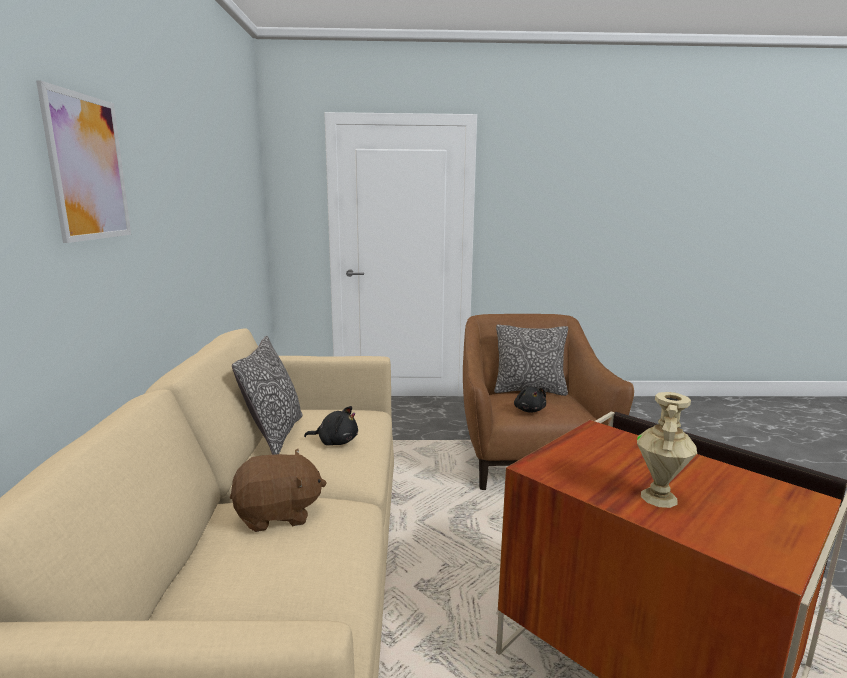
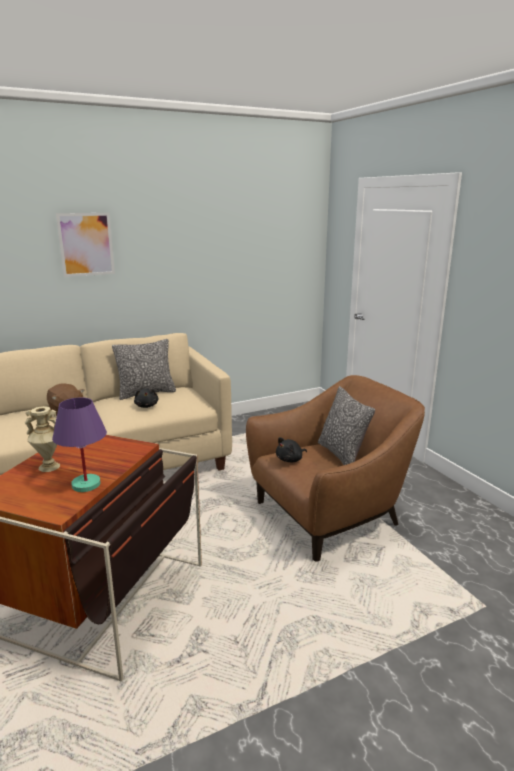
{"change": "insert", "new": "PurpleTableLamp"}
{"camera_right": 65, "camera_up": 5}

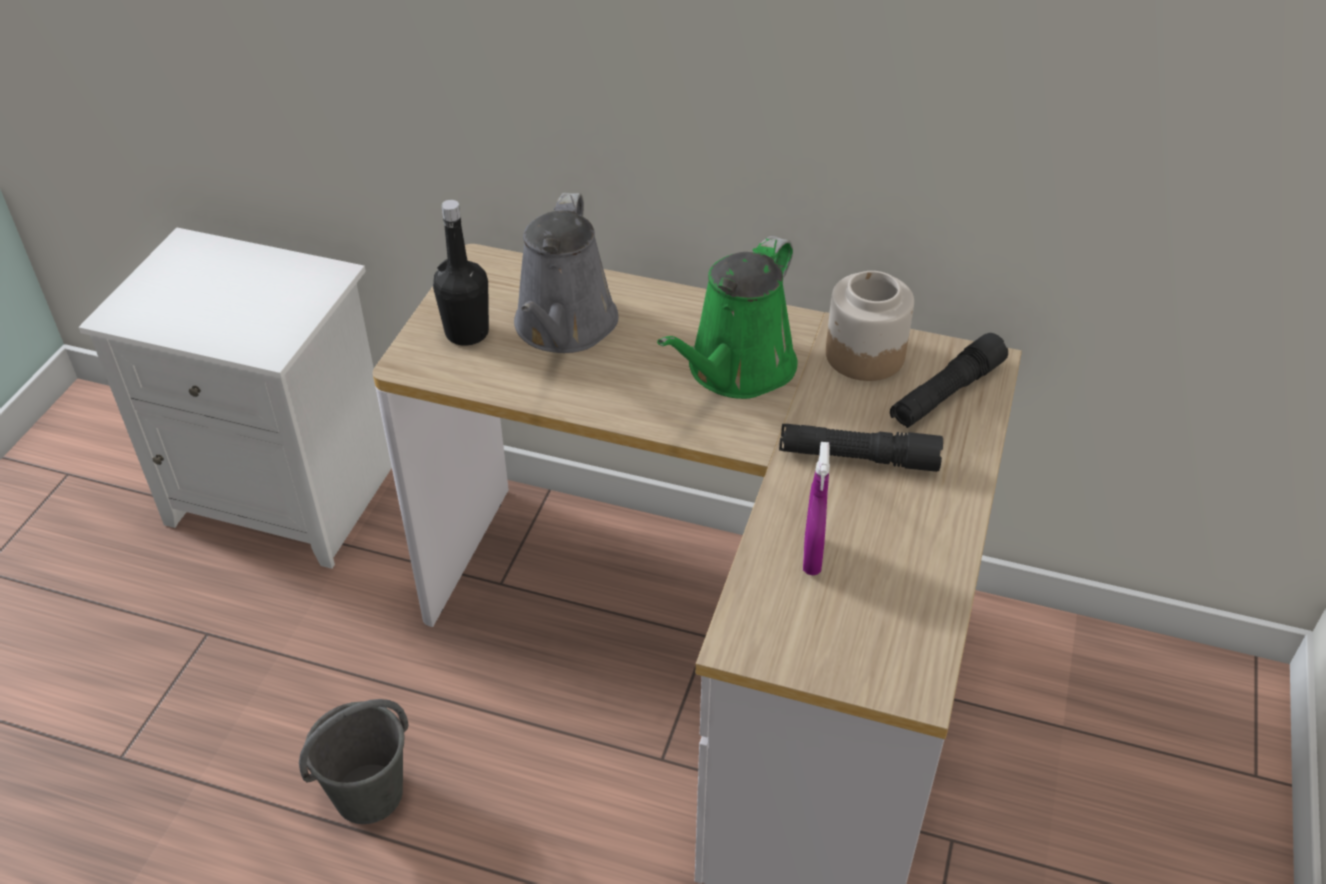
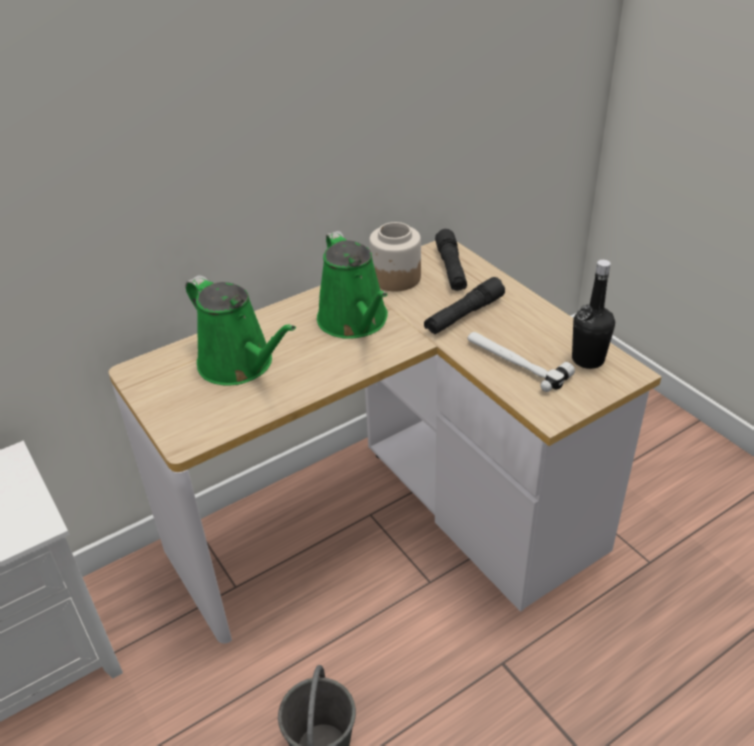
{"change": "move", "old": "BlackBottle"}
{"change": "recolor", "old": "GreyWateringCan", "new": "GreenWateringCan (1st from left)"}
{"change": "replace", "old": "PurpleSprayBottle", "new": "Hammer"}
{"camera_right": -50, "camera_up": -5}

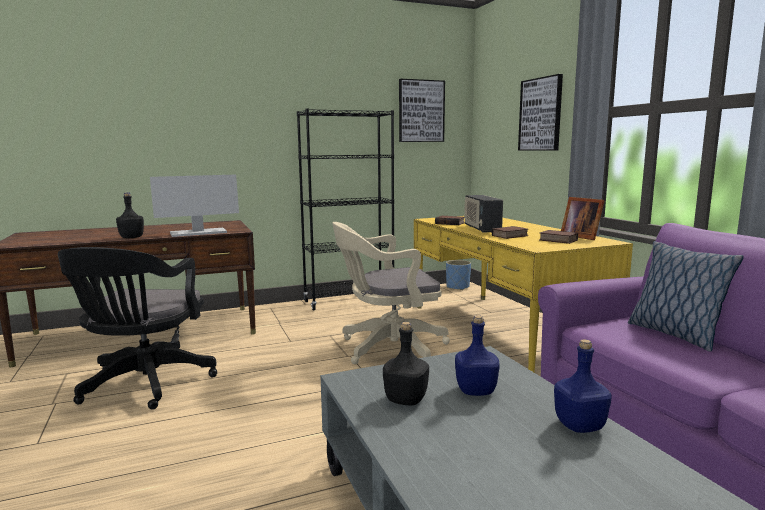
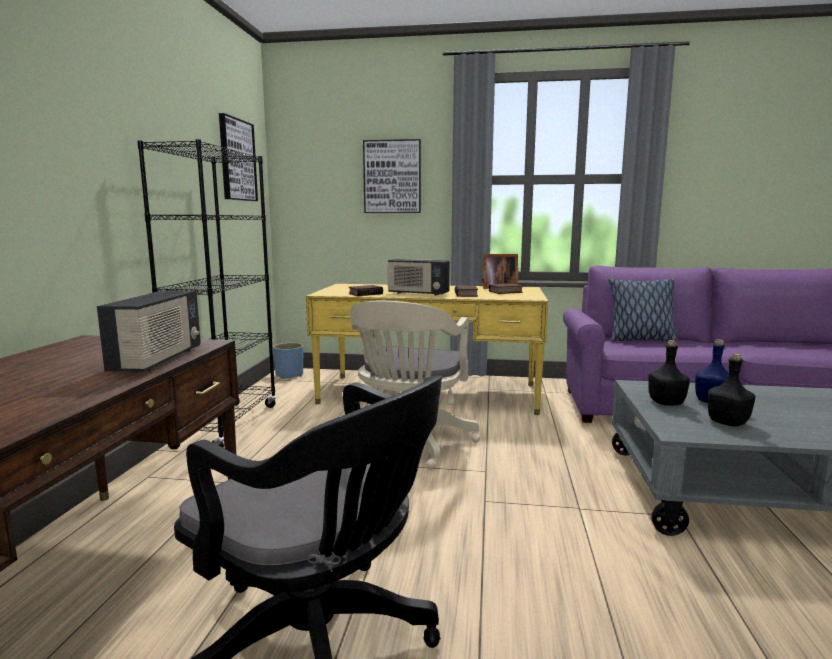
{"change": "move", "old": "BlackBottle (1st from left)"}
{"change": "replace", "old": "Monitor", "new": "Radio (1st from left)"}
{"change": "delete", "old": "BlueBottle (2nd from left)"}
{"camera_right": -60, "camera_up": 0}

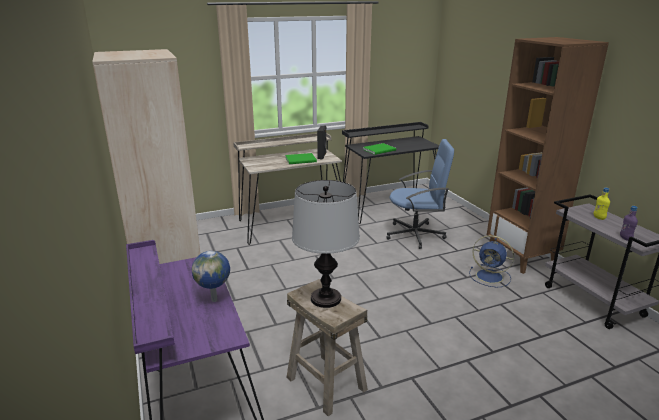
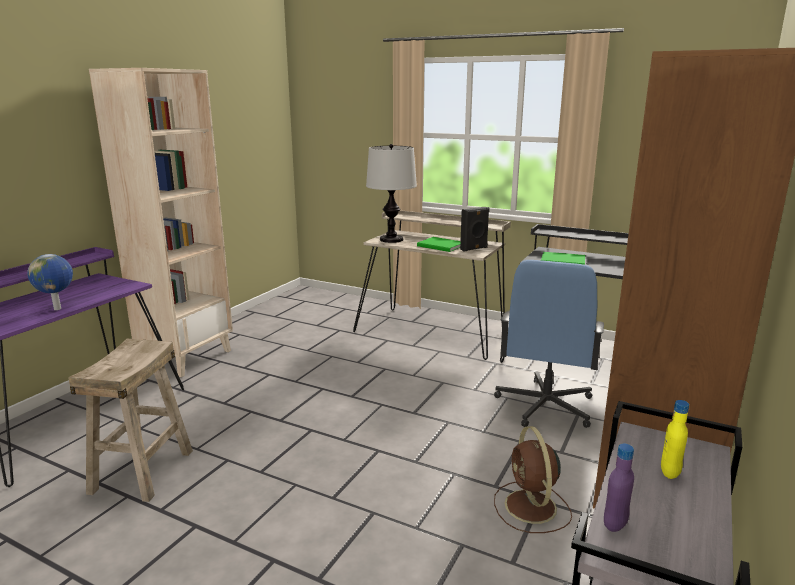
{"change": "move", "old": "TableLamp"}
{"change": "rotate", "old": "BlueOfficeChair", "degrees": 60}
{"change": "recolor", "old": "BlueFan", "new": "BrownFan"}
{"camera_right": 50, "camera_up": -5}

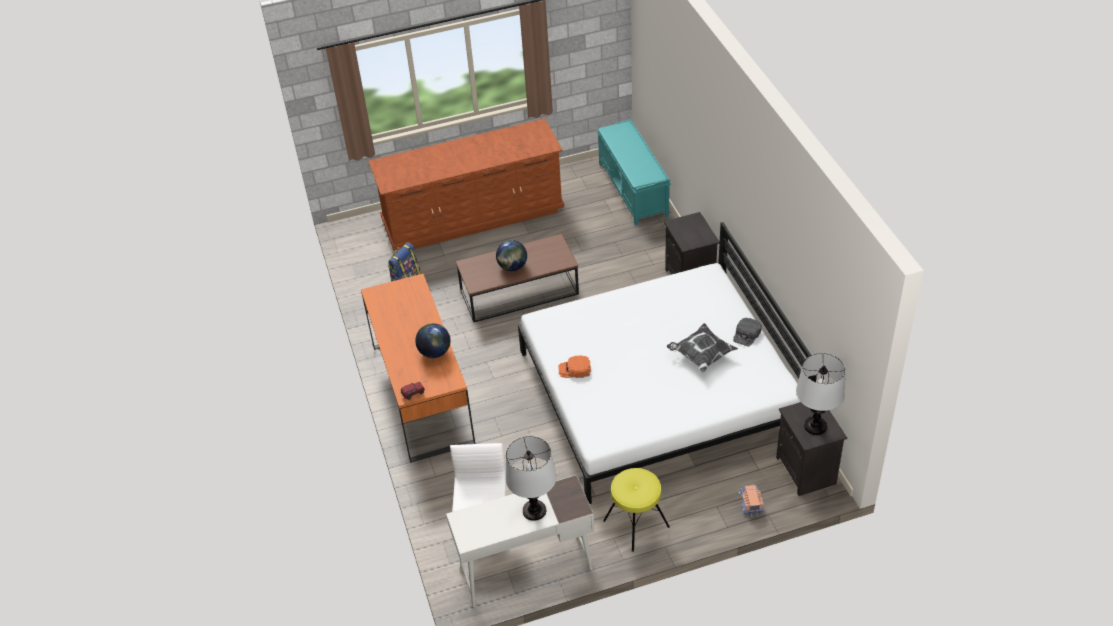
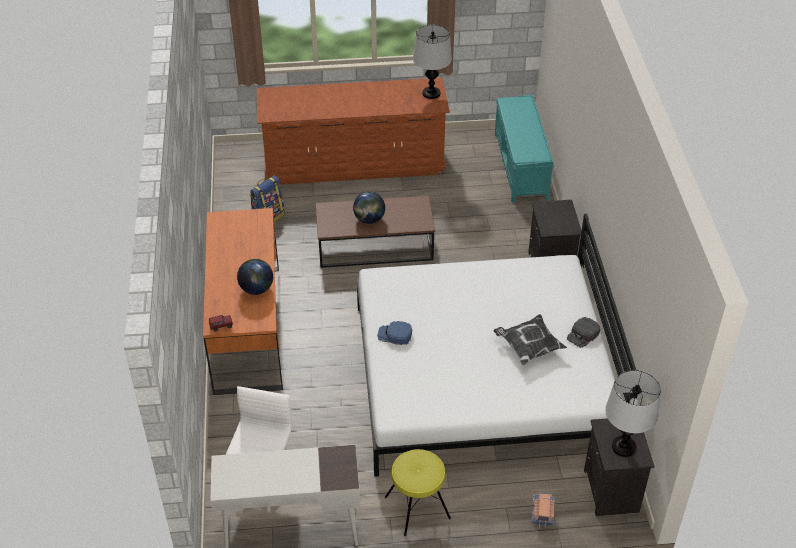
{"change": "move", "old": "TableLamp (1st from left)"}
{"change": "recolor", "old": "OrangeCap", "new": "BlueCap"}
{"camera_right": 10, "camera_up": 0}

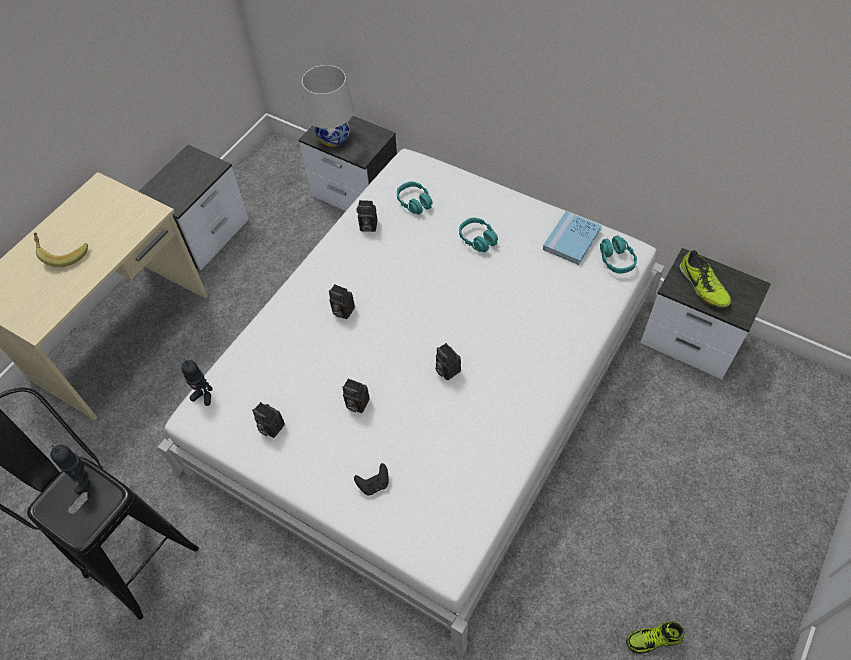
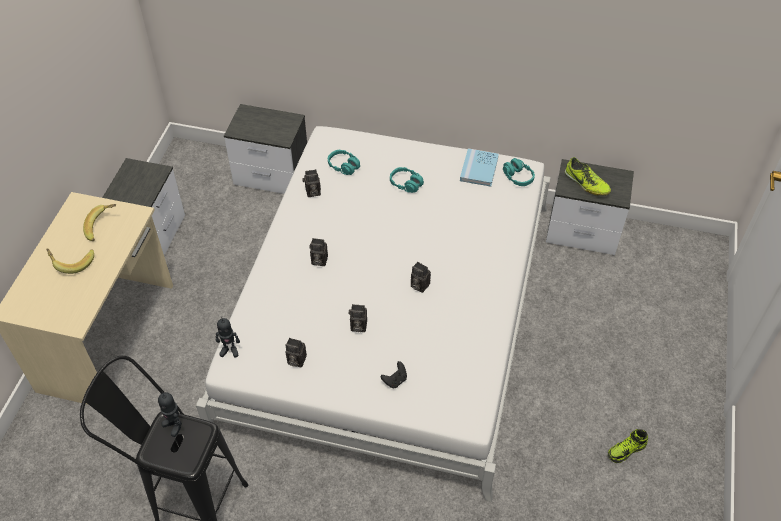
{"change": "delete", "old": "WhiteTableLamp"}
{"change": "insert", "new": "Banana (2nd from left)"}
{"camera_right": -20, "camera_up": -5}

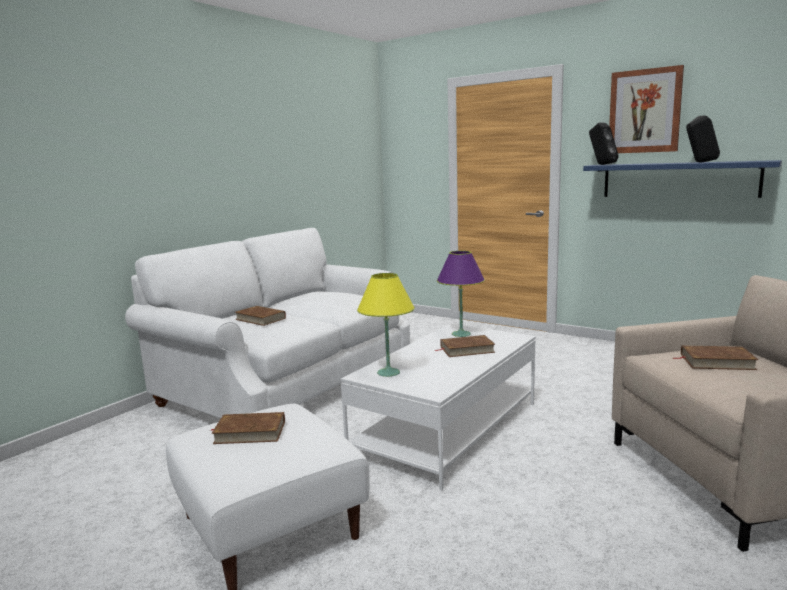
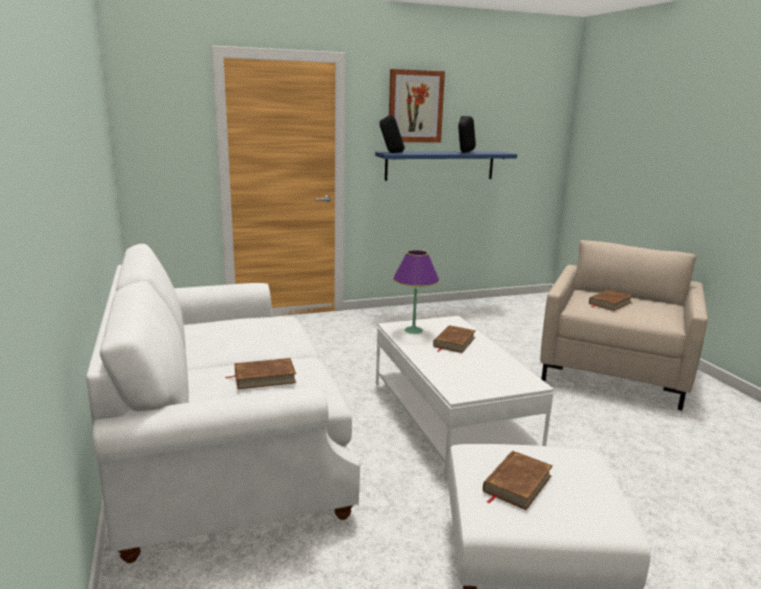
{"change": "delete", "old": "YellowTableLamp"}
{"camera_right": -55, "camera_up": 5}

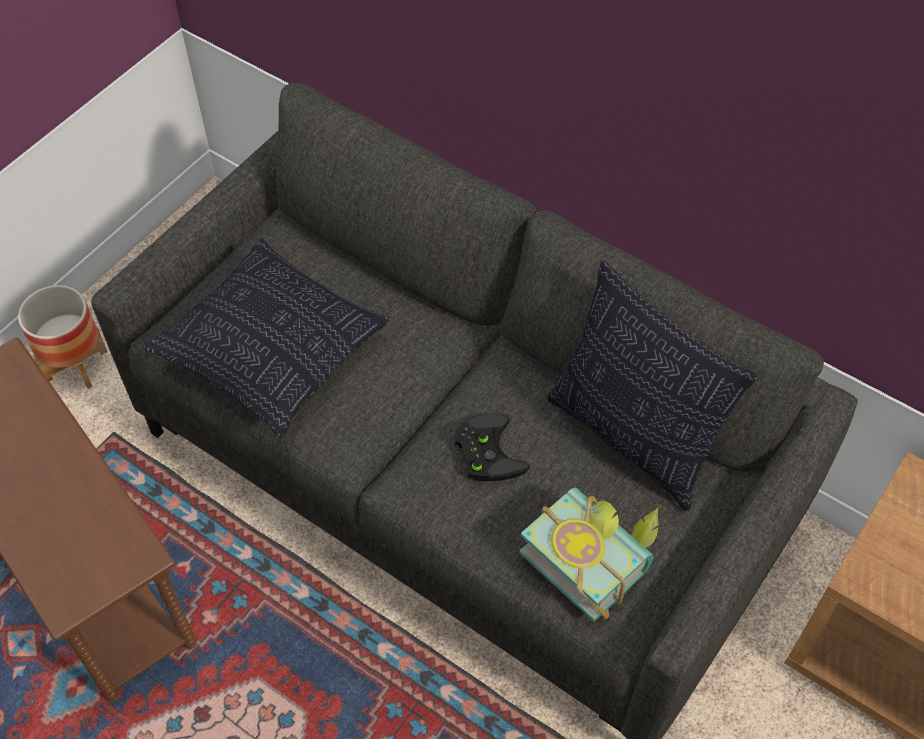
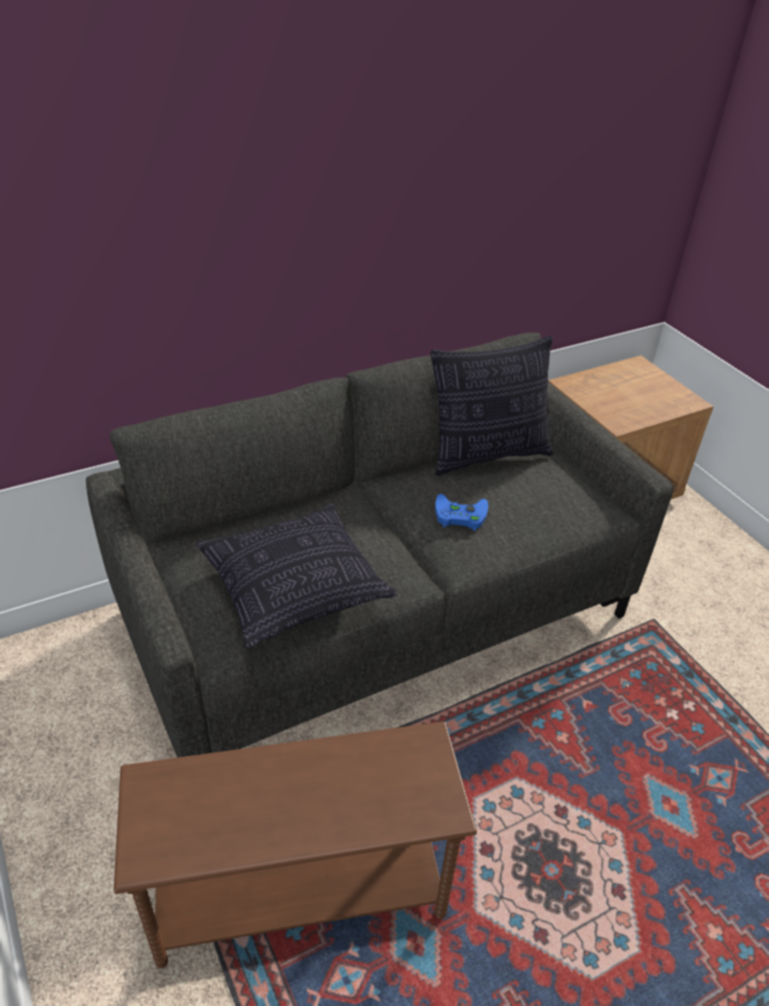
{"change": "delete", "old": "Planter"}
{"change": "recolor", "old": "BlackGameController", "new": "BlueGameController"}
{"change": "delete", "old": "Book"}
{"camera_right": -65, "camera_up": -15}

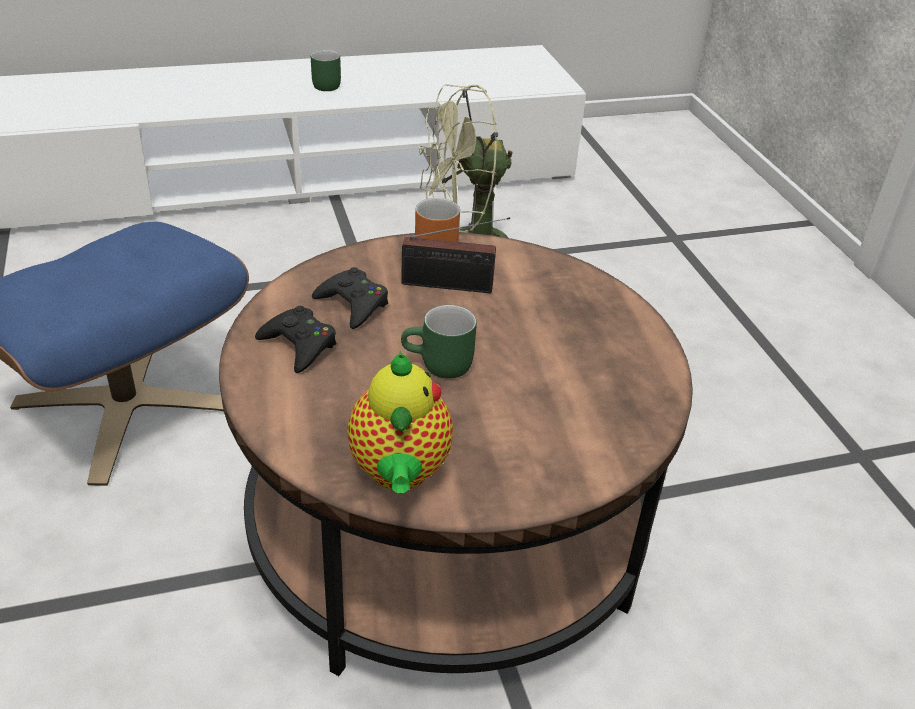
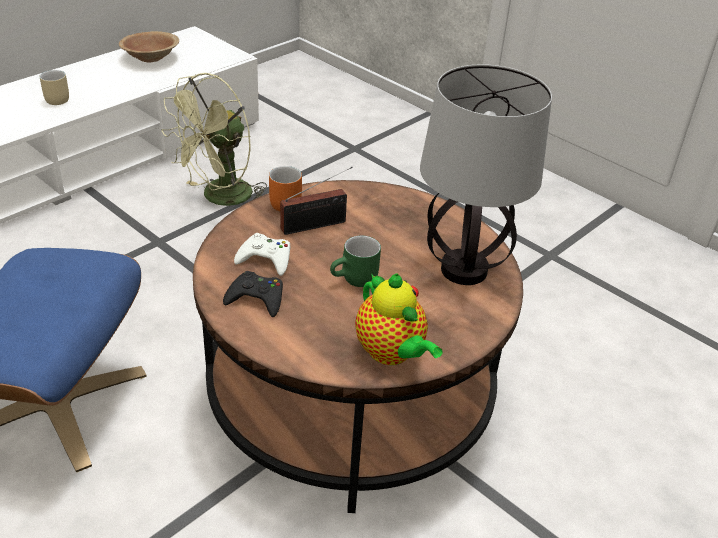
{"change": "recolor", "old": "GreenMug (1st from left)", "new": "BeigeMug"}
{"change": "recolor", "old": "BlackGameController (2nd from left)", "new": "WhiteGameController"}
{"change": "insert", "new": "BrownBowl"}
{"change": "insert", "new": "TableLamp"}
{"camera_right": -30, "camera_up": 0}

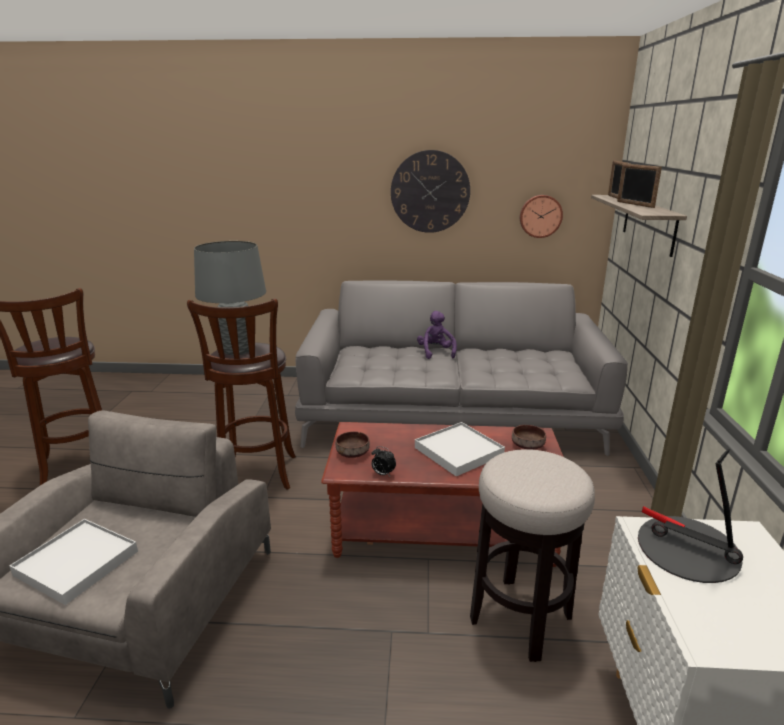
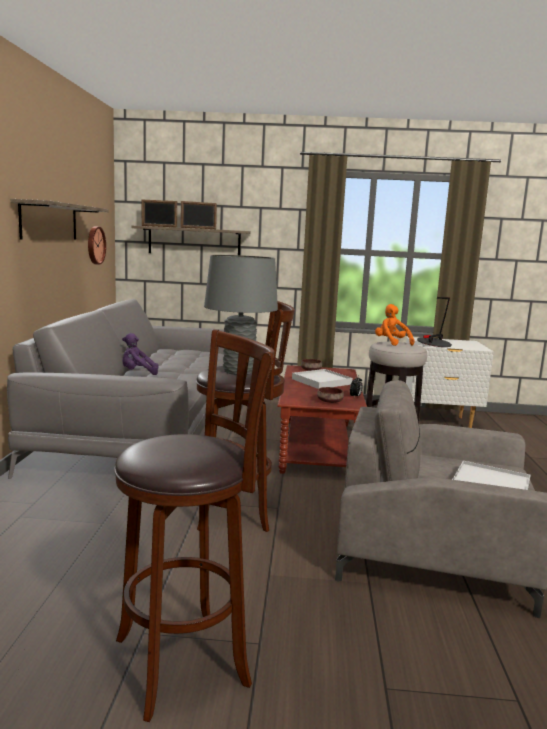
{"change": "replace", "old": "WallClock (1st from left)", "new": "Shelf (1st from left)"}
{"change": "insert", "new": "OrangePlushToy"}
{"camera_right": -90, "camera_up": -10}

